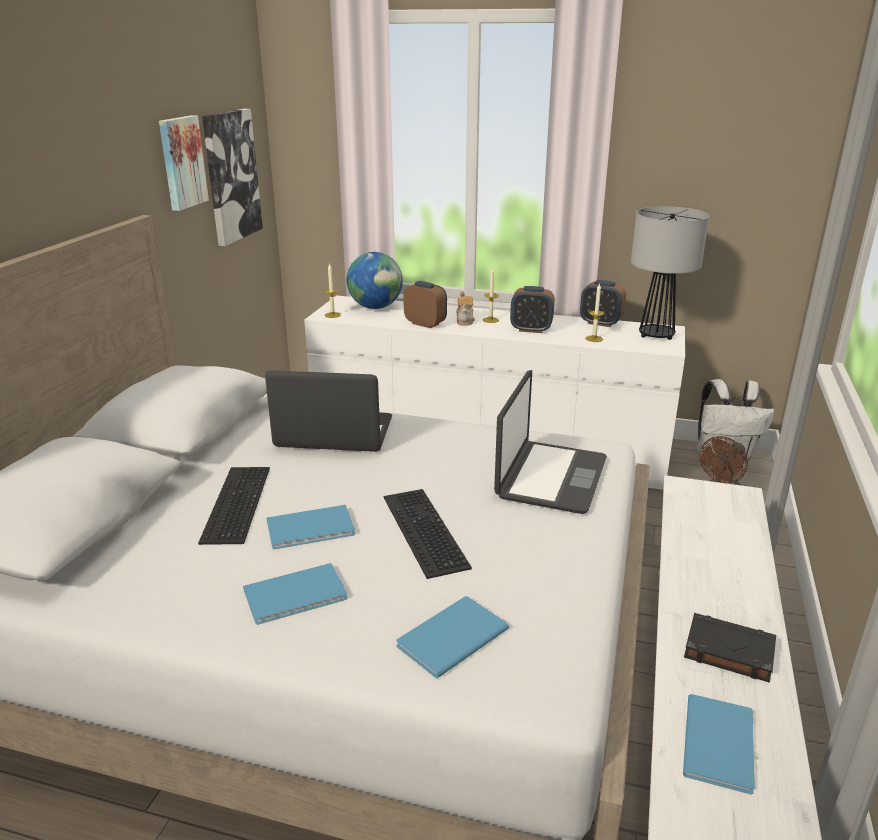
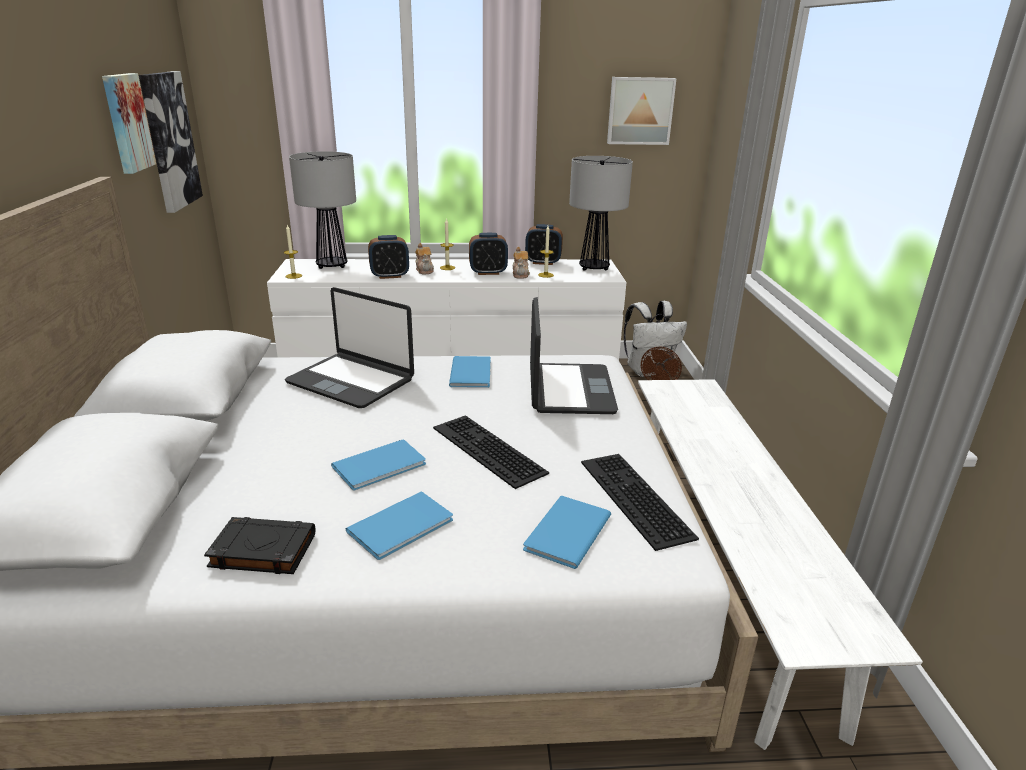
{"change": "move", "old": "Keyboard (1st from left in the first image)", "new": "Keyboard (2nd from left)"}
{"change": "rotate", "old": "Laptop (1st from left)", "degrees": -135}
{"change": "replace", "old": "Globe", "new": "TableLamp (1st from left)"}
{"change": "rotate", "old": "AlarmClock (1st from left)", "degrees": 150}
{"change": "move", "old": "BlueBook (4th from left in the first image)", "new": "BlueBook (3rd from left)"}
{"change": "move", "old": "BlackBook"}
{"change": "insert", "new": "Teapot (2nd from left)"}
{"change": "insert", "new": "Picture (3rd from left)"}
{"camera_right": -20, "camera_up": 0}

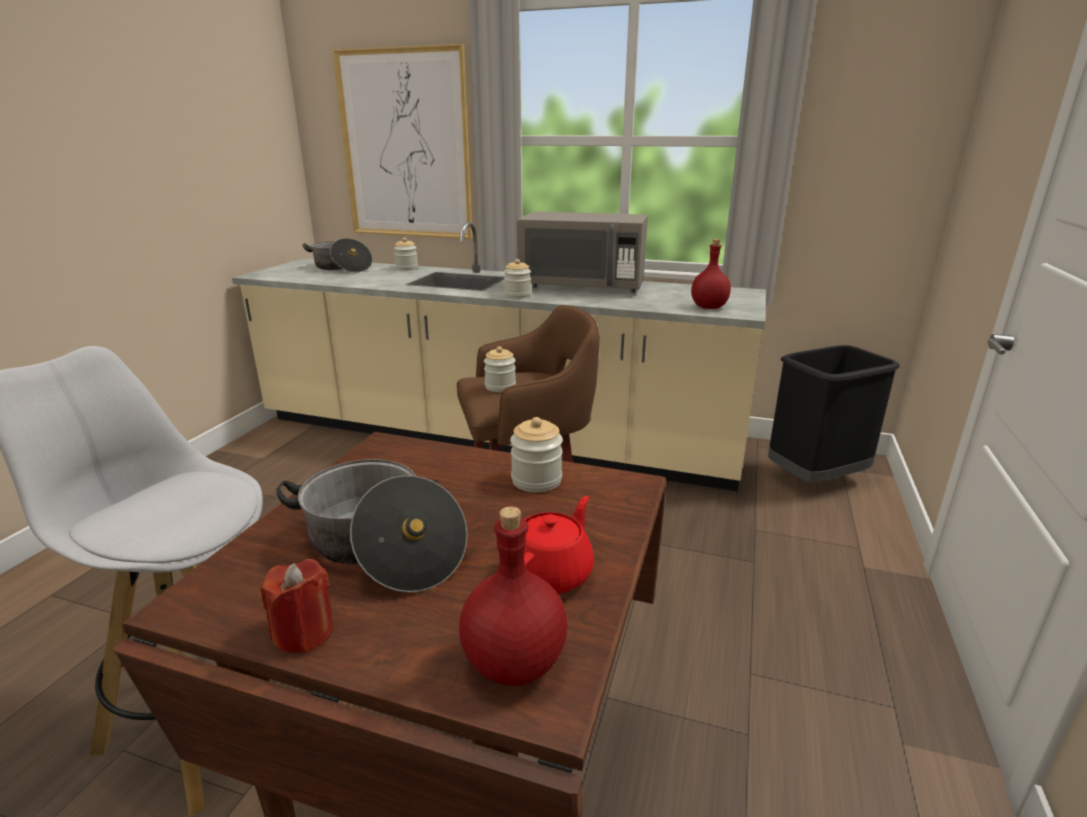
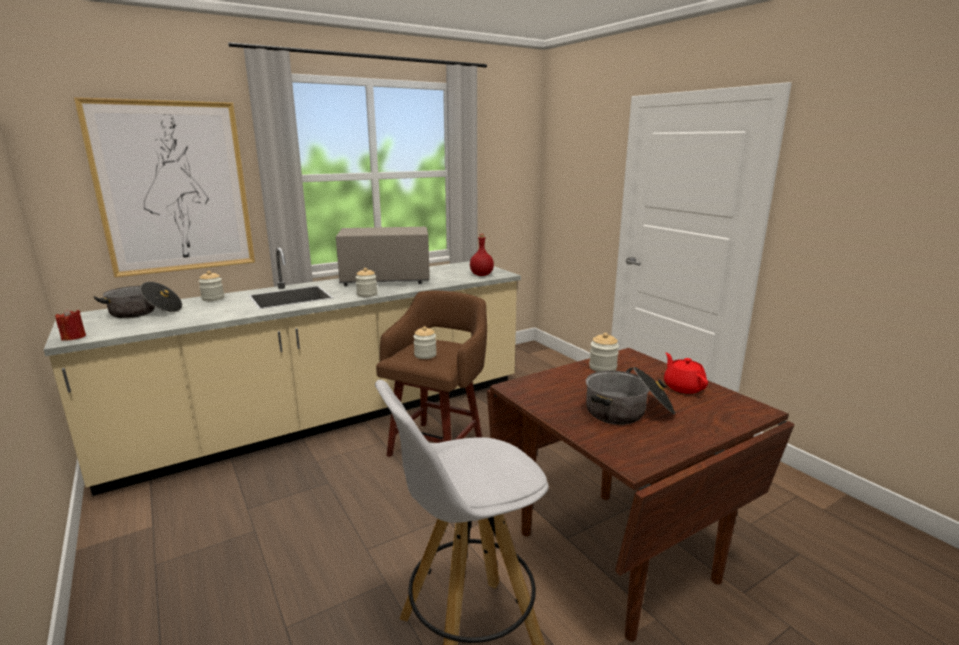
{"change": "move", "old": "RedCandle"}
{"change": "delete", "old": "RedBottle (1st from left)"}
{"change": "rotate", "old": "GreyMicrowave", "degrees": -150}
{"change": "delete", "old": "BlackTrashCan"}
{"camera_right": -50, "camera_up": -5}

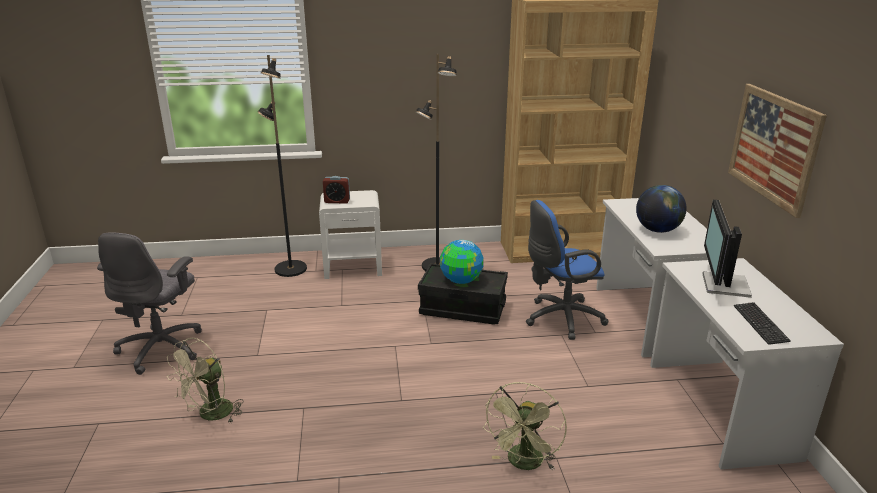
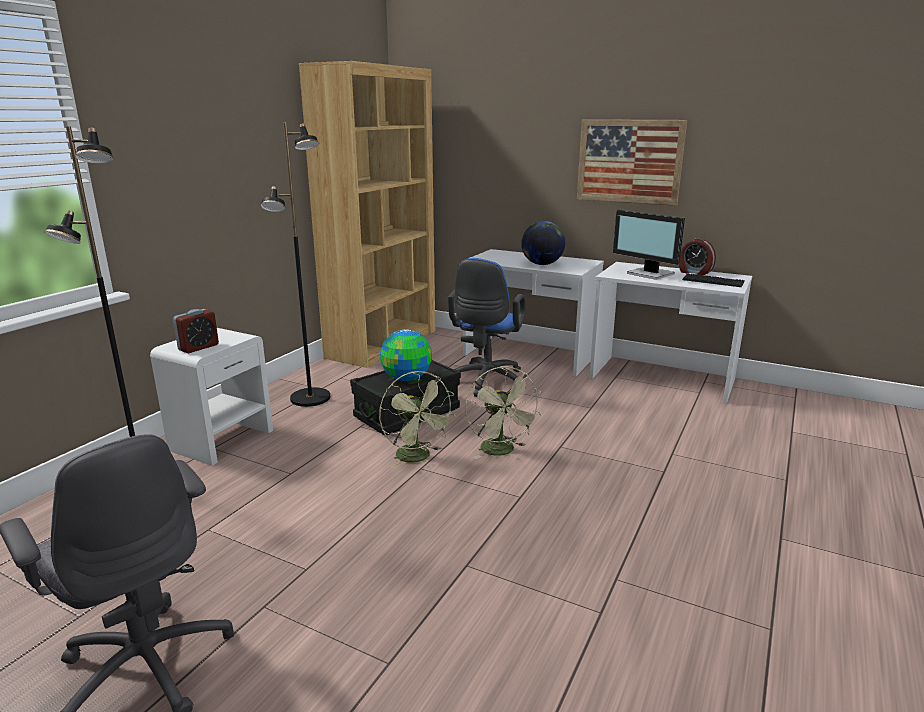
{"change": "move", "old": "BeigeFan"}
{"change": "move", "old": "GreenFan"}
{"change": "insert", "new": "AlarmClock (2nd from left)"}
{"camera_right": -55, "camera_up": -5}

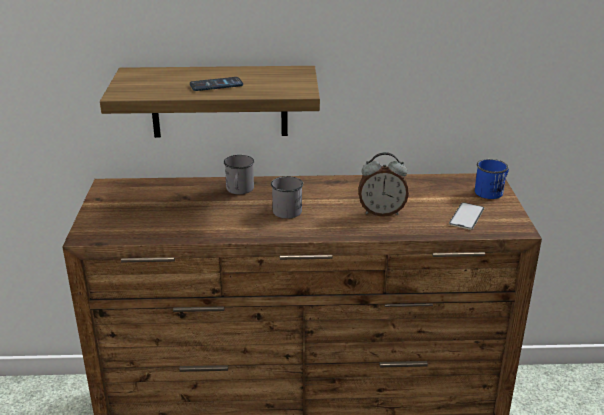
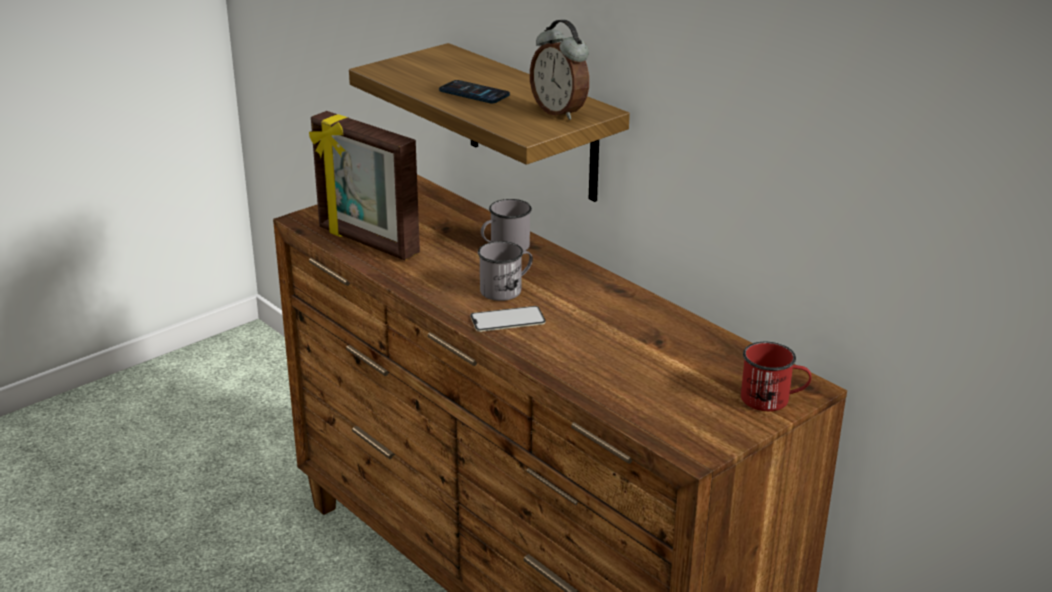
{"change": "move", "old": "AlarmClock"}
{"change": "move", "old": "Phone (2nd from left)"}
{"change": "recolor", "old": "BlueMug", "new": "RedMug"}
{"change": "insert", "new": "PictureFrame"}
{"camera_right": 50, "camera_up": 0}

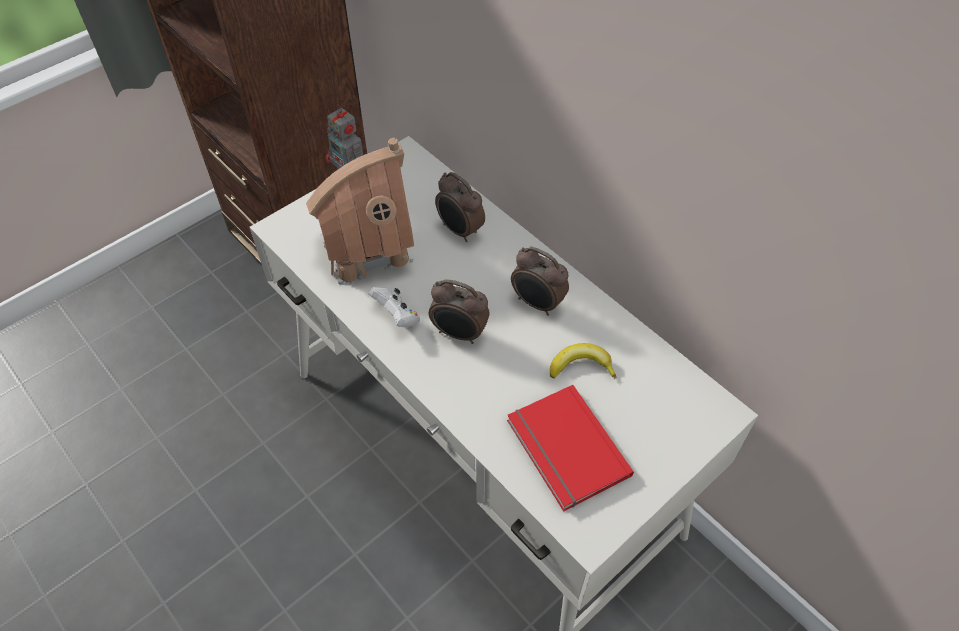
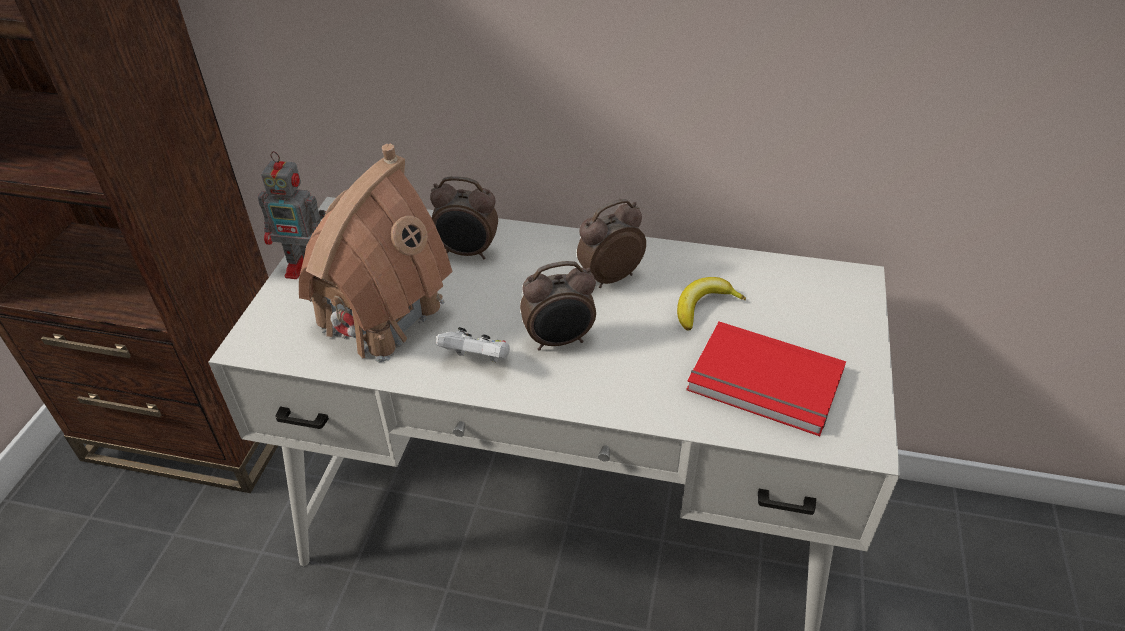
{"change": "rotate", "old": "AlarmClock (3rd from left)", "degrees": 150}
{"camera_right": -35, "camera_up": -10}

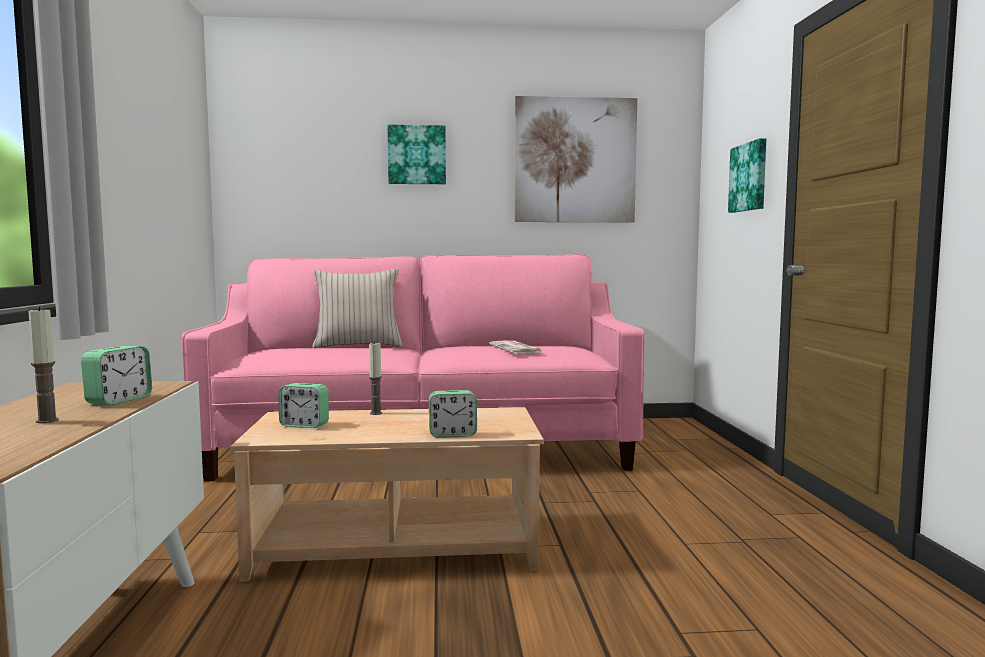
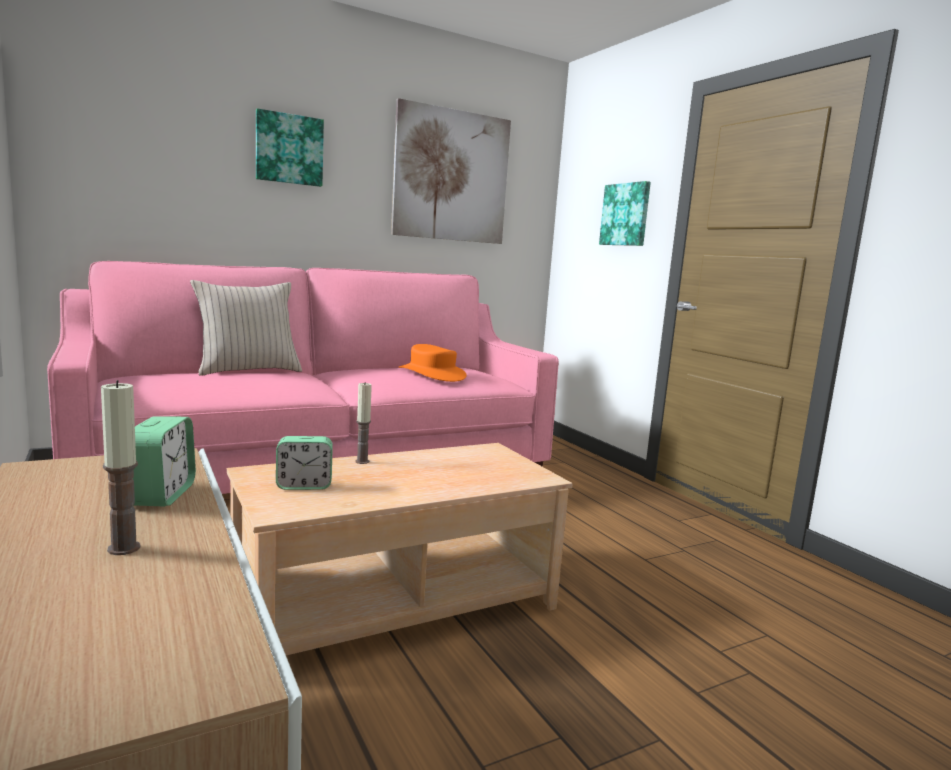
{"change": "delete", "old": "AlarmClock (3rd from left)"}
{"change": "replace", "old": "Newspaper", "new": "OrangeHat"}
{"camera_right": -25, "camera_up": 5}

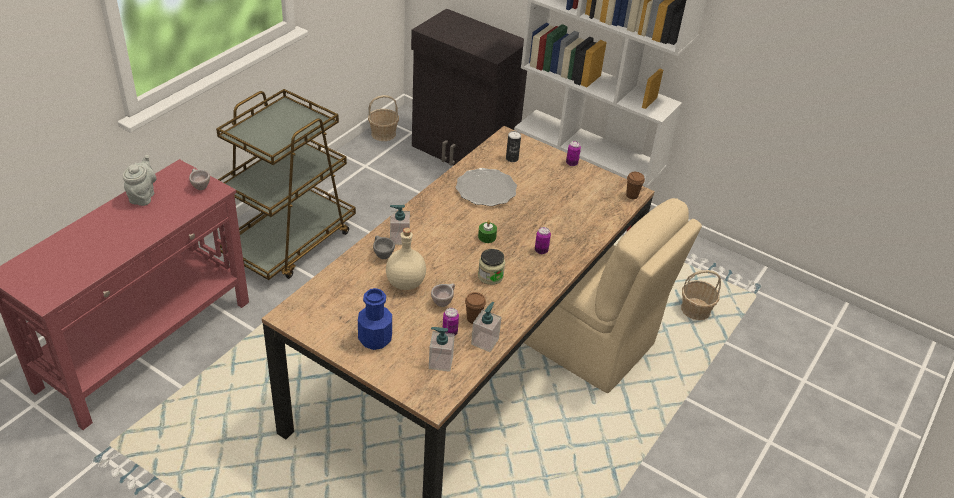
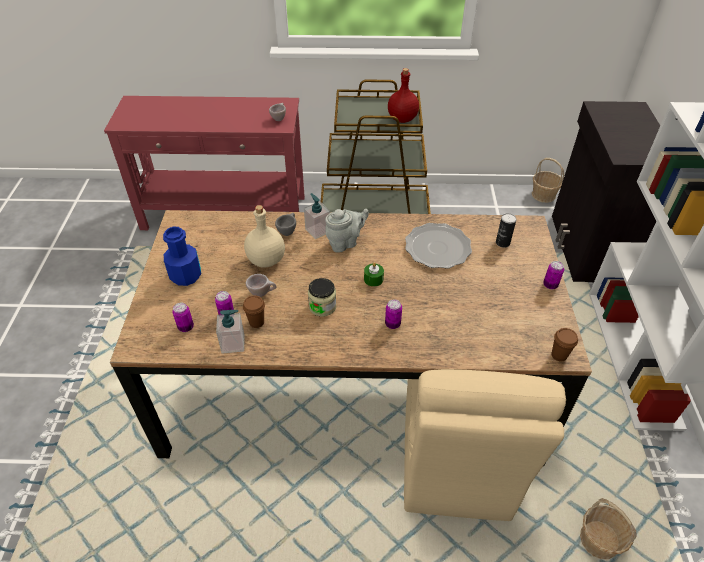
{"change": "move", "old": "GreyTeapot"}
{"change": "replace", "old": "SoapDispenser (2nd from left)", "new": "Can (1st from left)"}
{"change": "insert", "new": "RedBottle"}
{"camera_right": 60, "camera_up": 5}

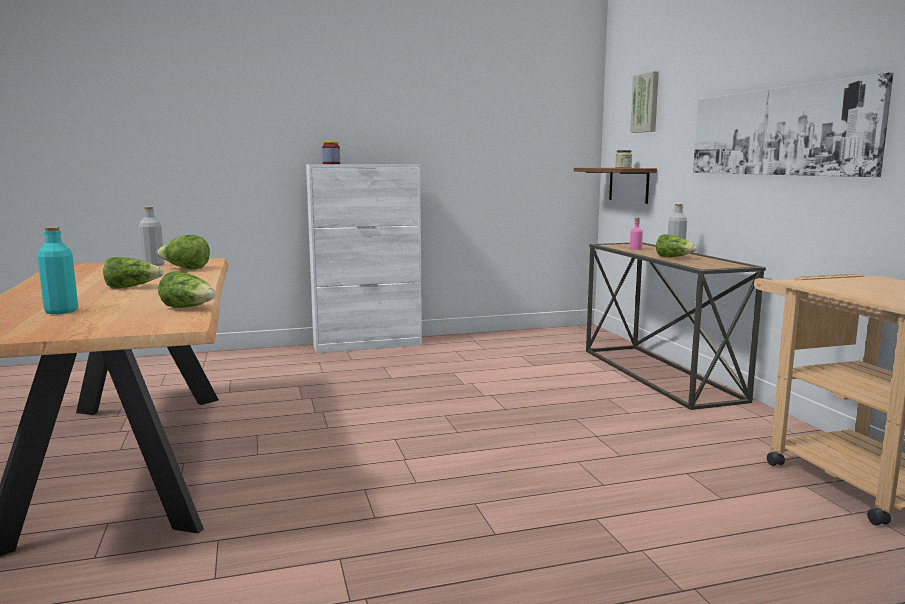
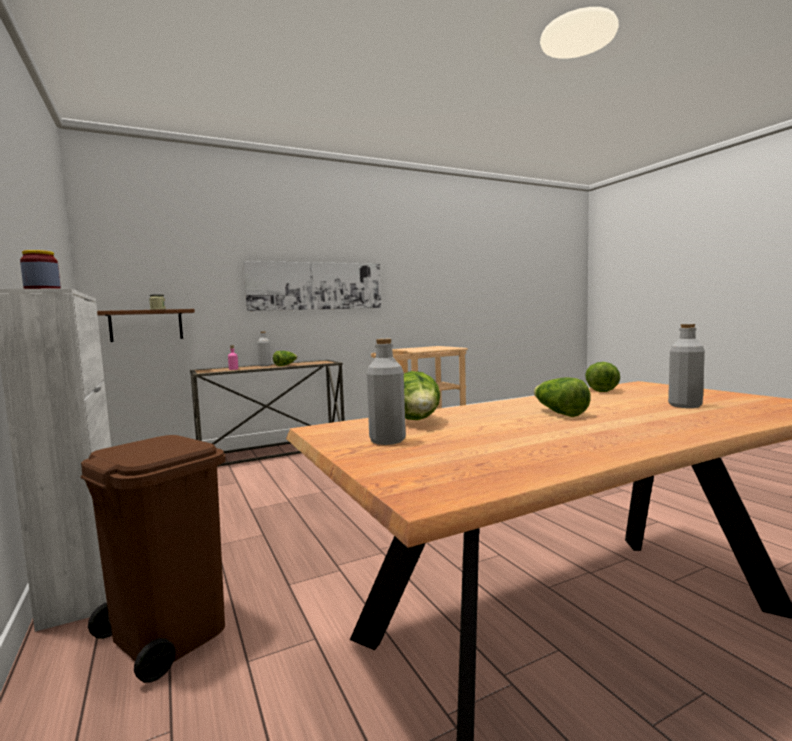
{"change": "recolor", "old": "TurquoiseBottle", "new": "GreyBottle (3rd from left)"}
{"change": "delete", "old": "Picture (1st from left)"}
{"change": "insert", "new": "BrownTrashCan"}
{"camera_right": -100, "camera_up": -5}

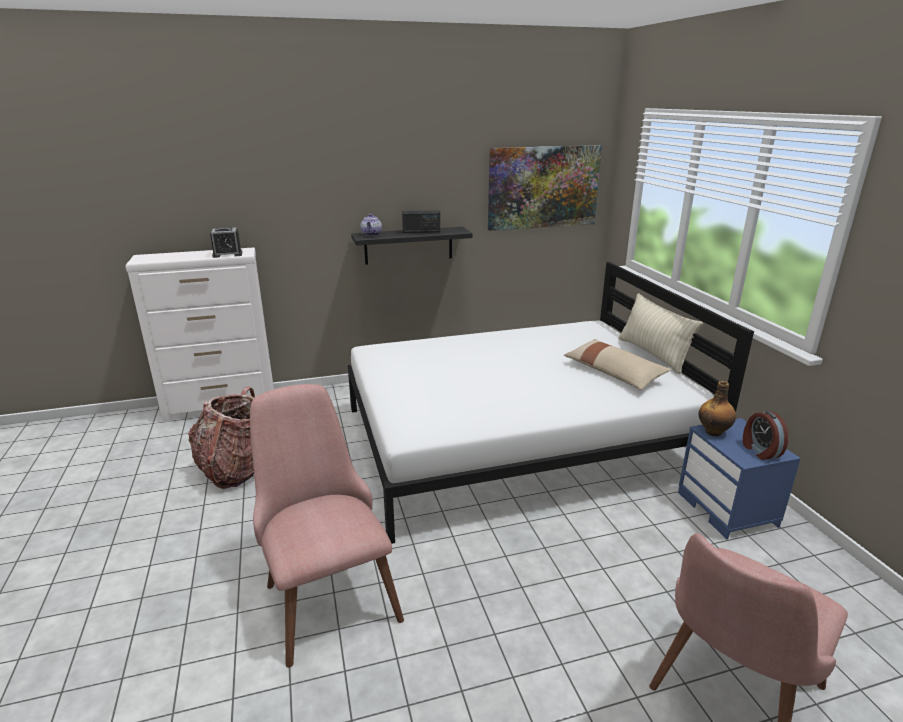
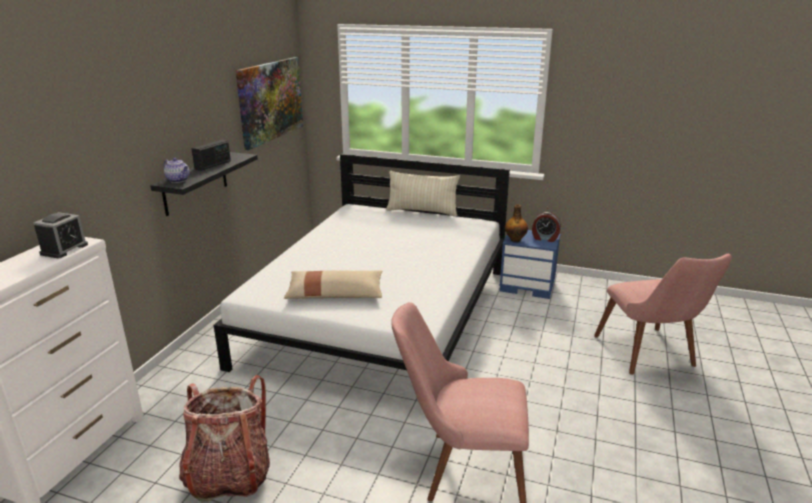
{"change": "move", "old": "BeigePillow (1st from left)"}
{"camera_right": -55, "camera_up": 0}

